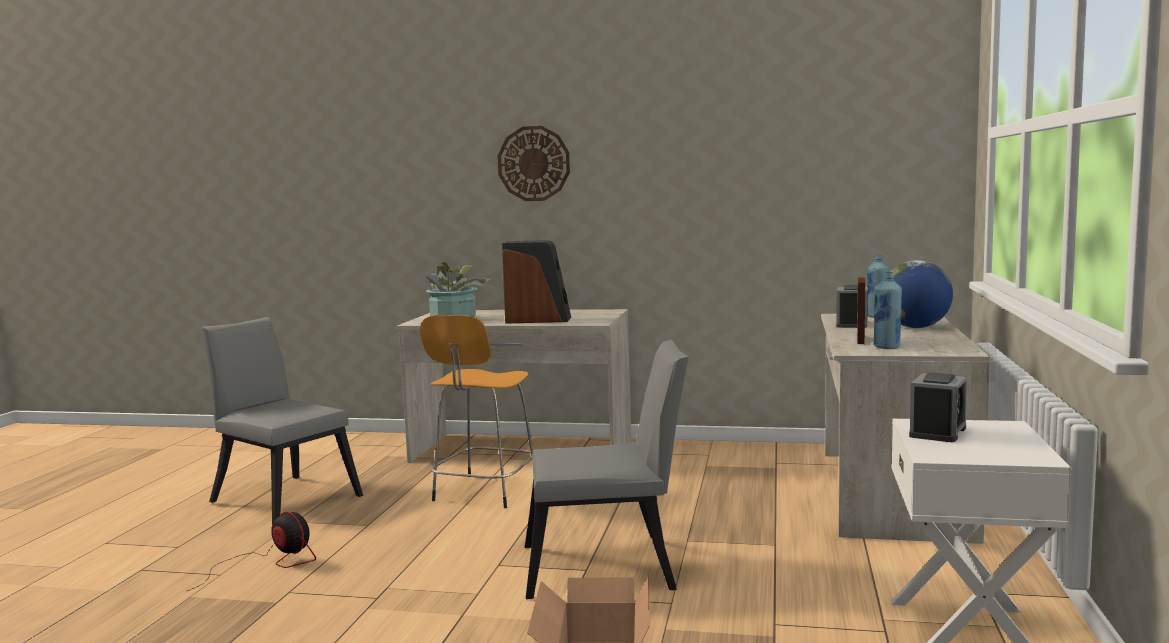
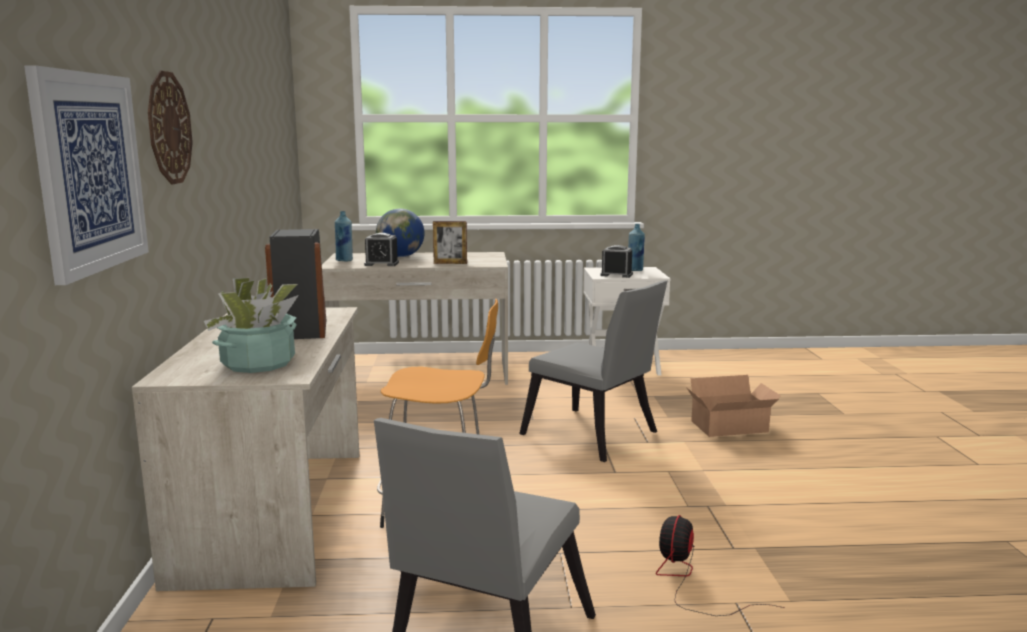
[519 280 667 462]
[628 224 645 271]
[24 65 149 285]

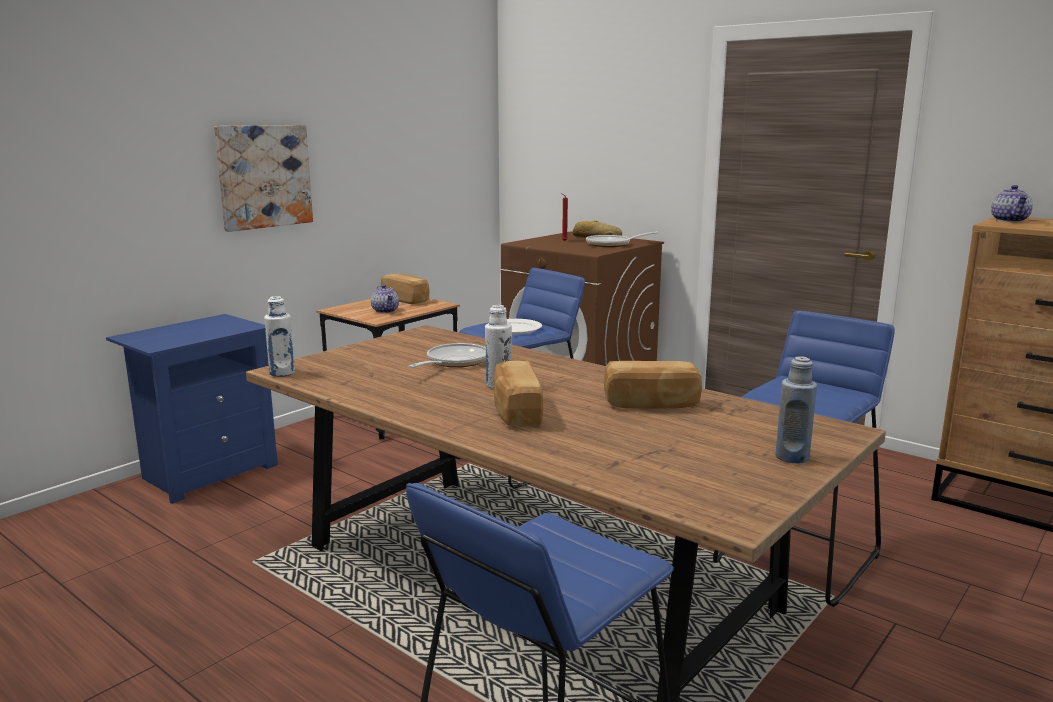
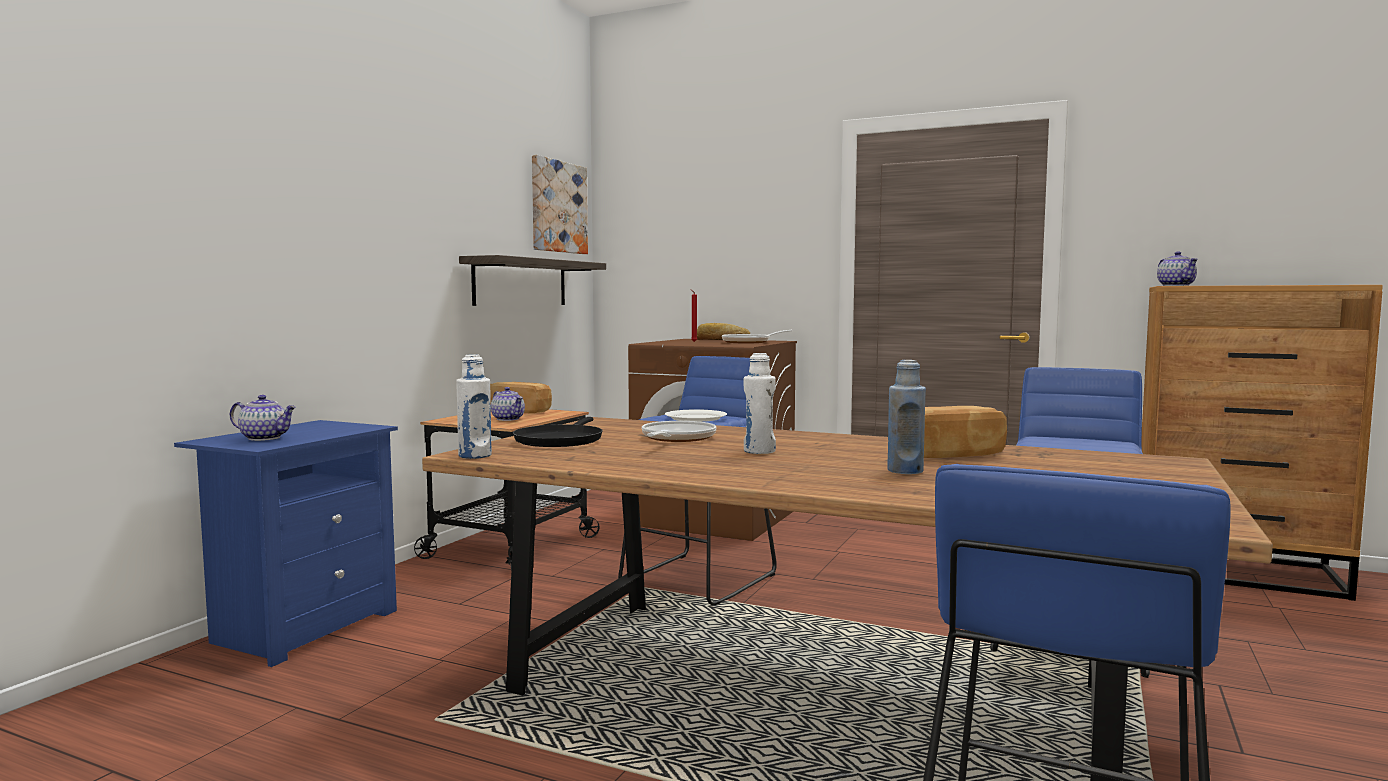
[532 155 588 254]
[494 360 543 427] (first image)
[887 360 926 474]
[230 395 296 441]
[459 255 606 306]
[513 417 603 447]

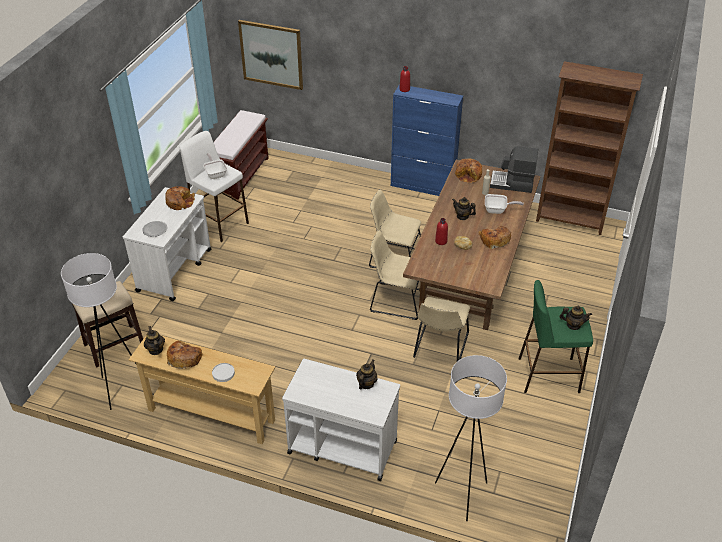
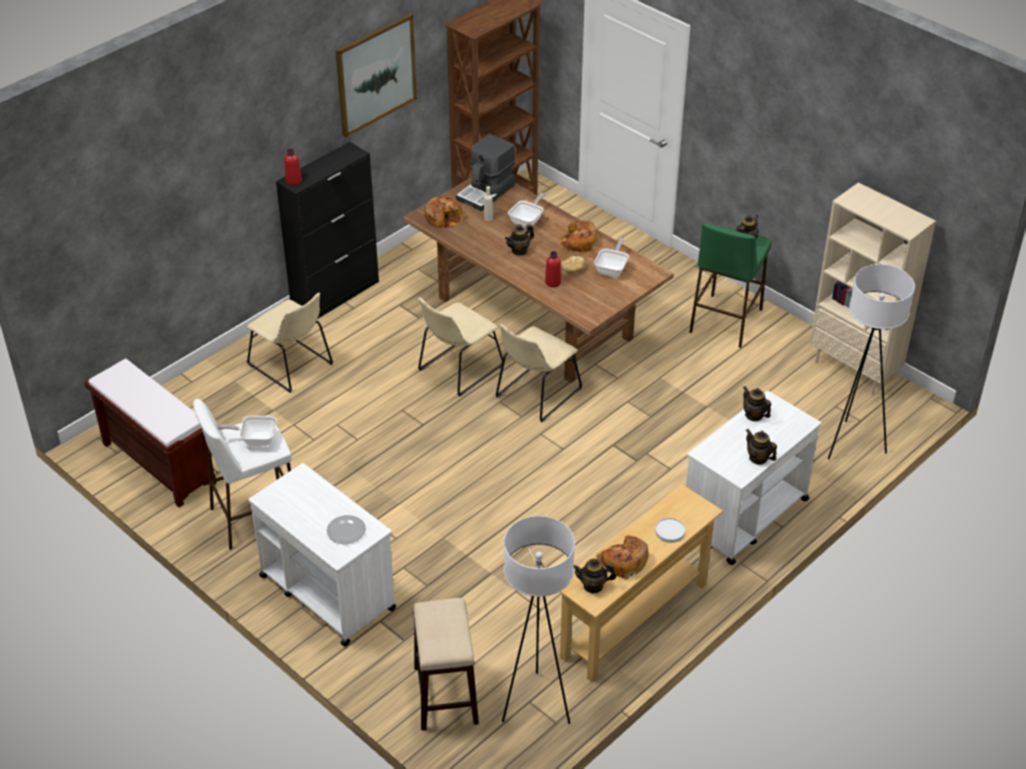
[165 186 195 210] (first image)
[336 13 417 137]
[276 142 379 318]
[247 293 333 393]
[594 238 629 277]
[746 429 777 465]
[810 182 936 395]

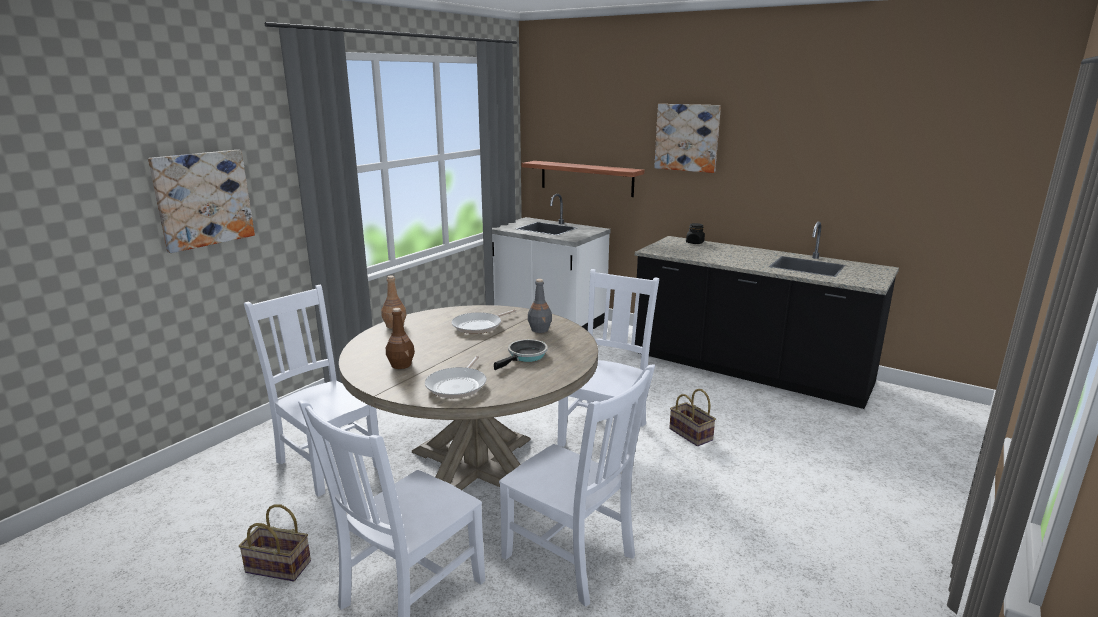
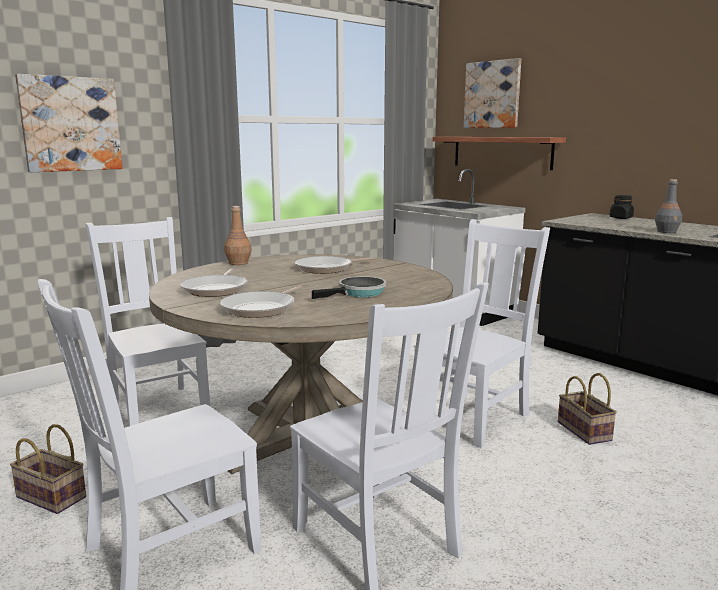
[180 269 247 297]
[655 179 682 233]
[464 58 521 128]

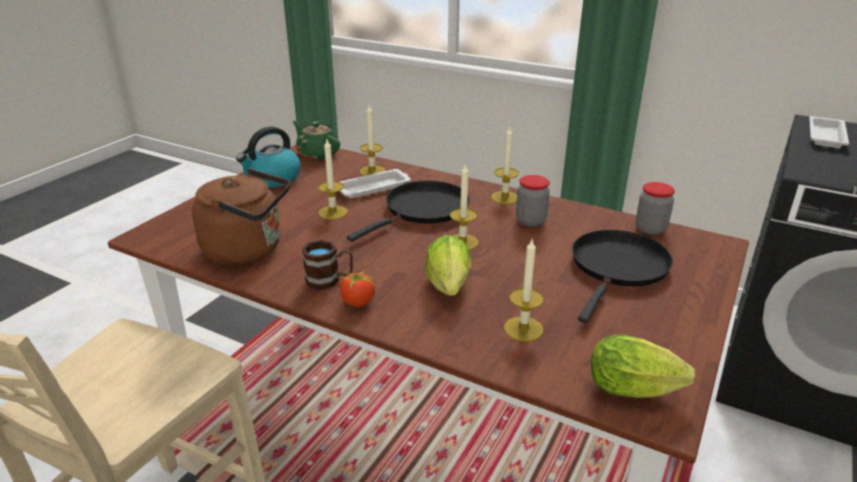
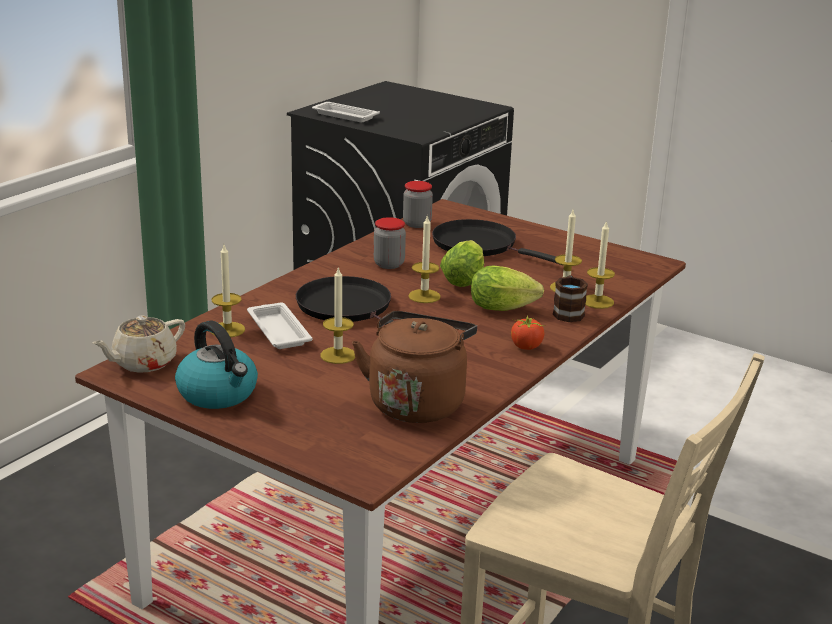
[92 316 185 373]
[553 275 588 322]
[585 220 615 309]
[440 240 484 287]

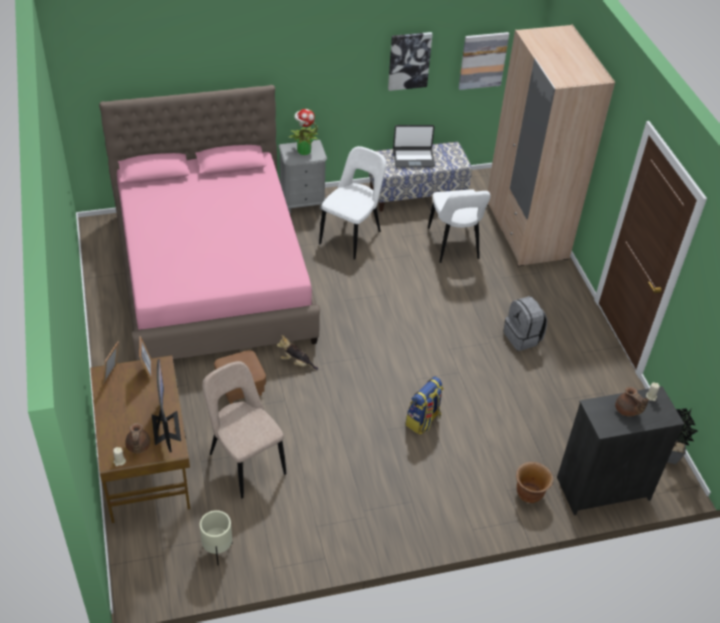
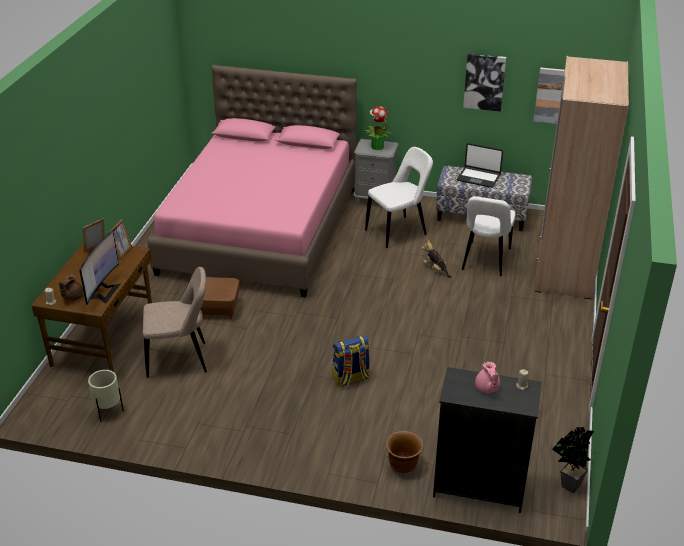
[143 267 207 378]
[422 240 451 278]
[503 296 547 351] (first image)
[475 362 500 393]

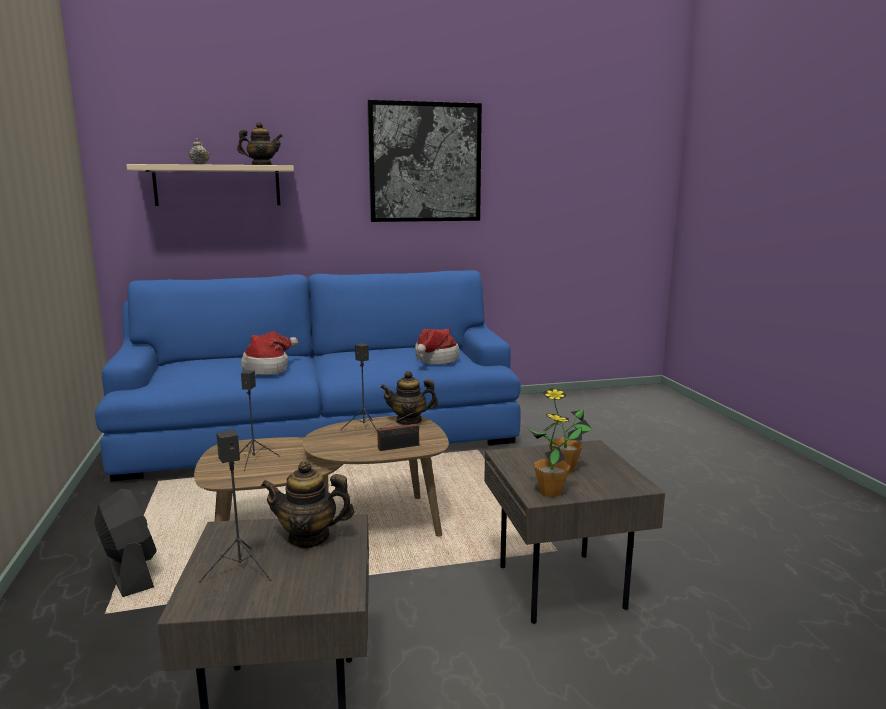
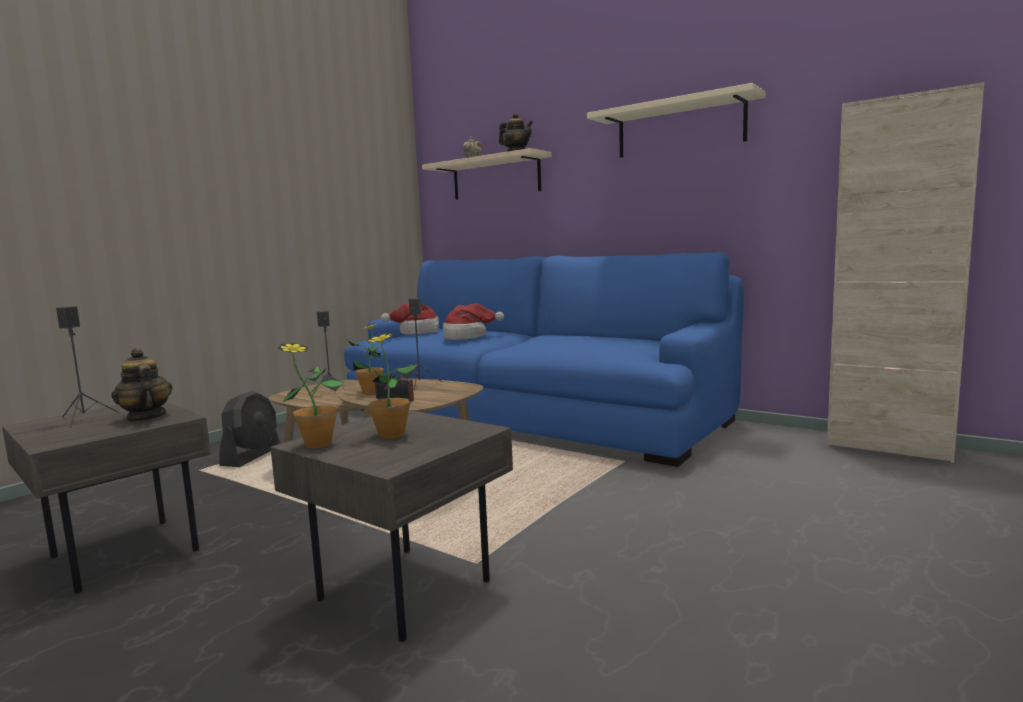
[587 83 766 158]
[380 371 438 425] (first image)
[381 303 439 335]
[348 323 384 394]
[827 82 984 463]

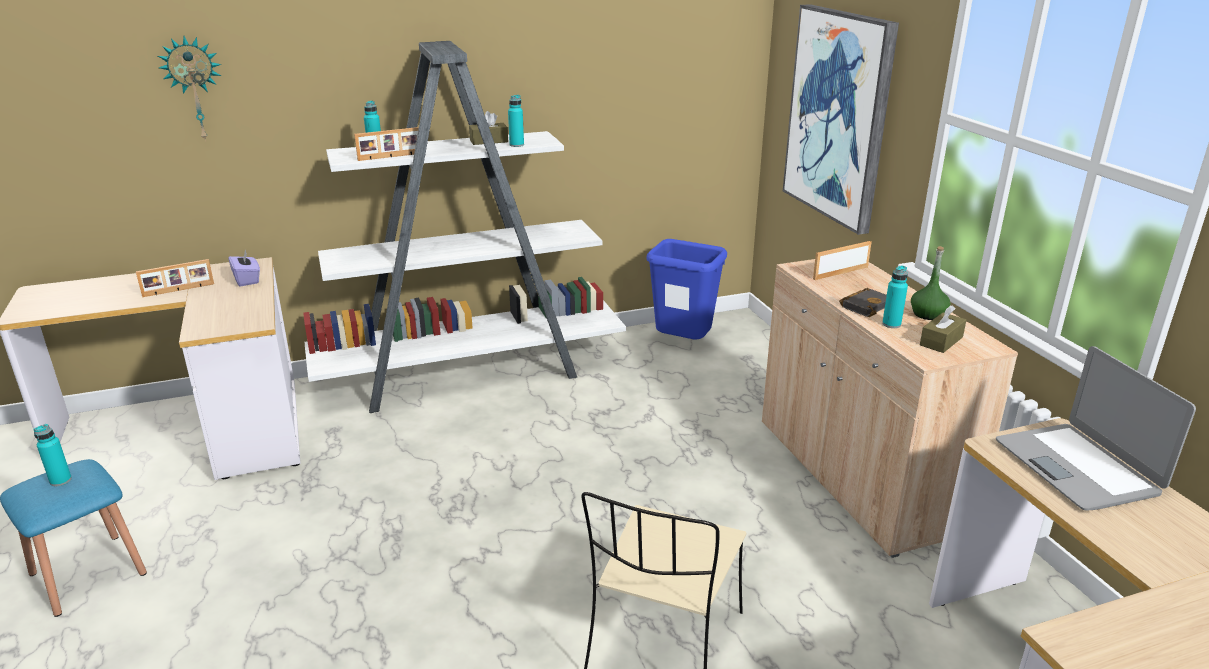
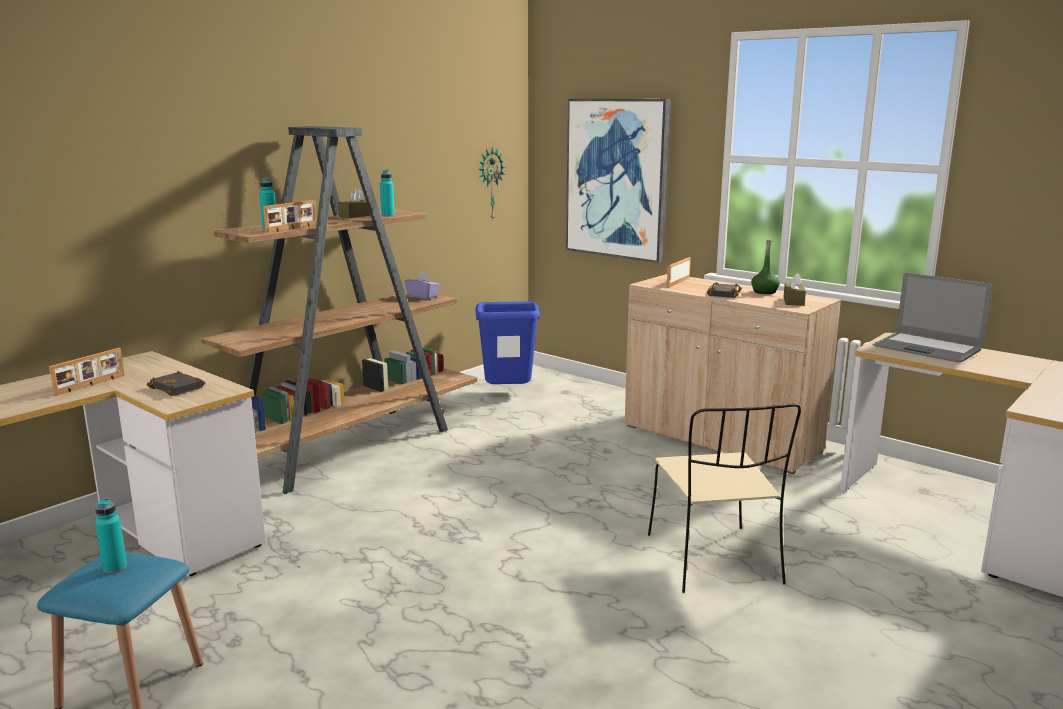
[478 148 505 219]
[405 272 440 299]
[201 126 478 494]
[882 266 908 328] (first image)
[147 371 205 396]

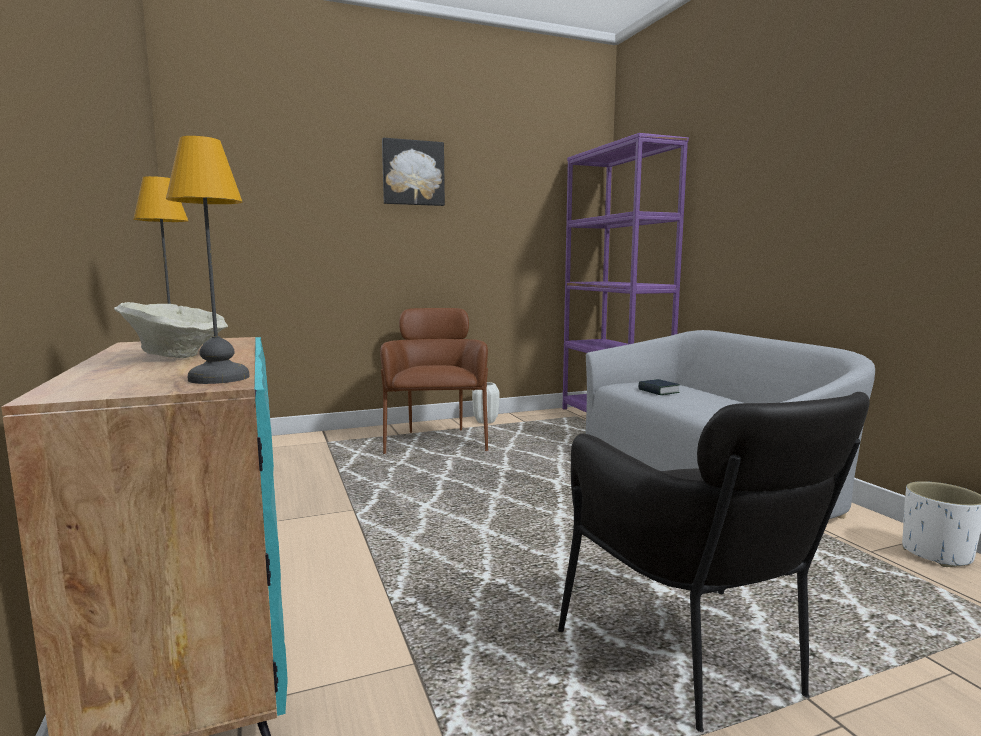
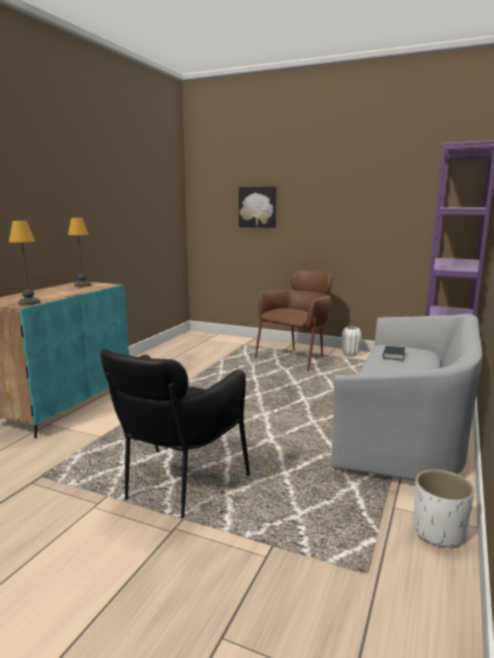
[114 302 228 358] (first image)
[239 186 277 228]

